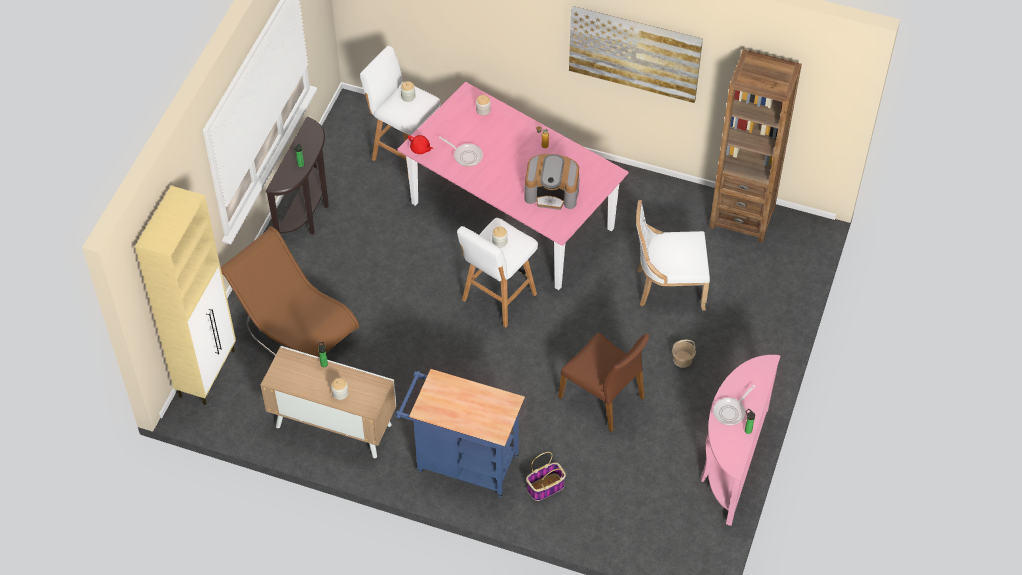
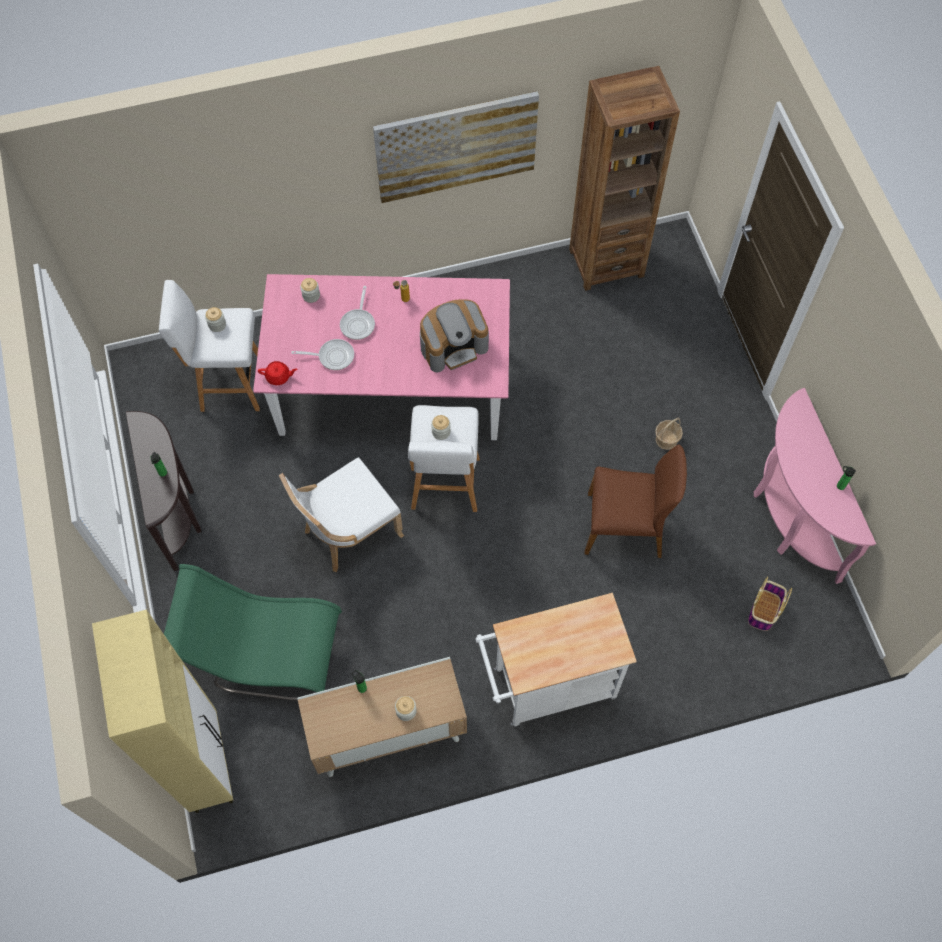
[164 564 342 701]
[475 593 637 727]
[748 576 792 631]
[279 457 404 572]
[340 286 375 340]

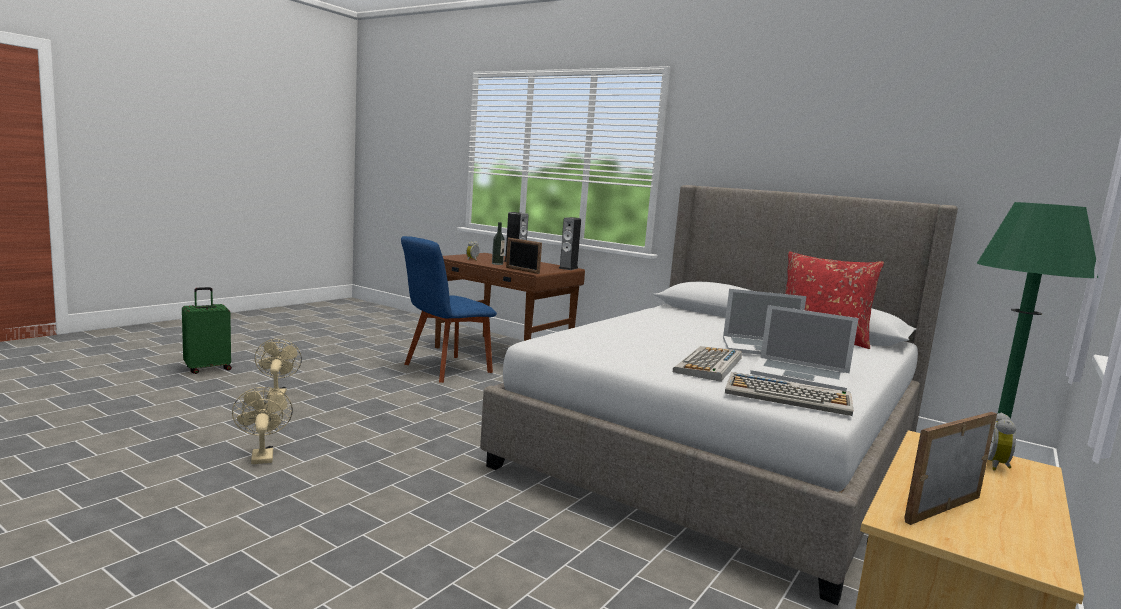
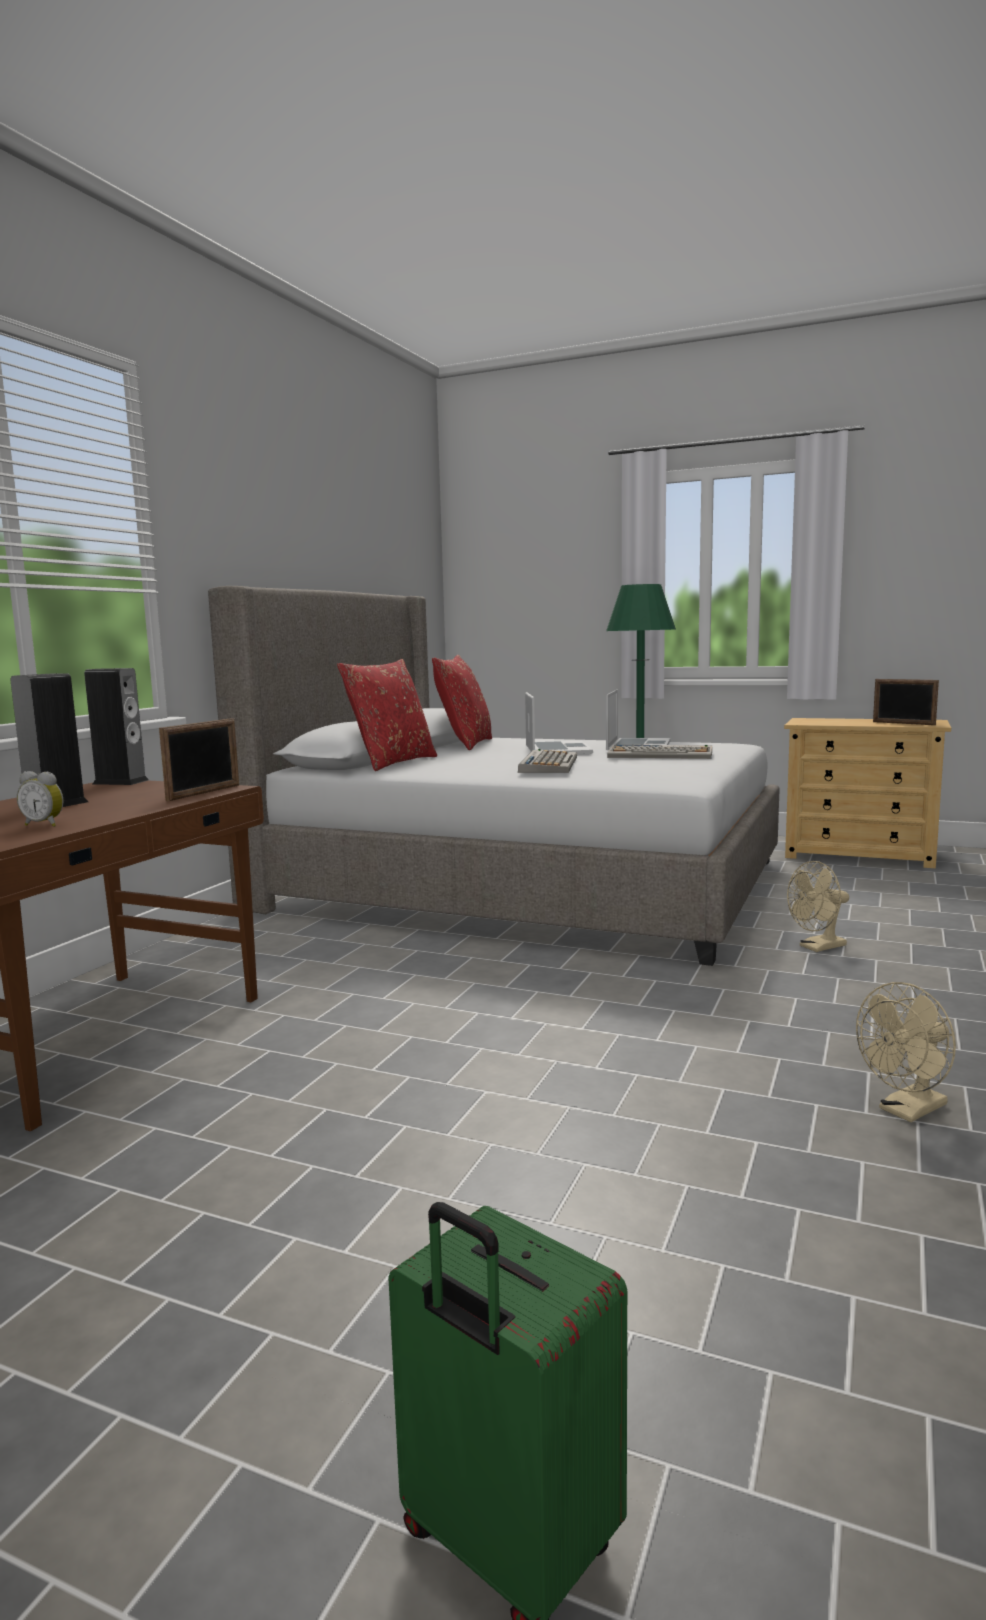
[787 861 849 952]
[401 236 497 383] (first image)
[492 222 505 265] (first image)
[518 749 577 773]
[987 413 1016 471] (first image)
[337 659 437 771]

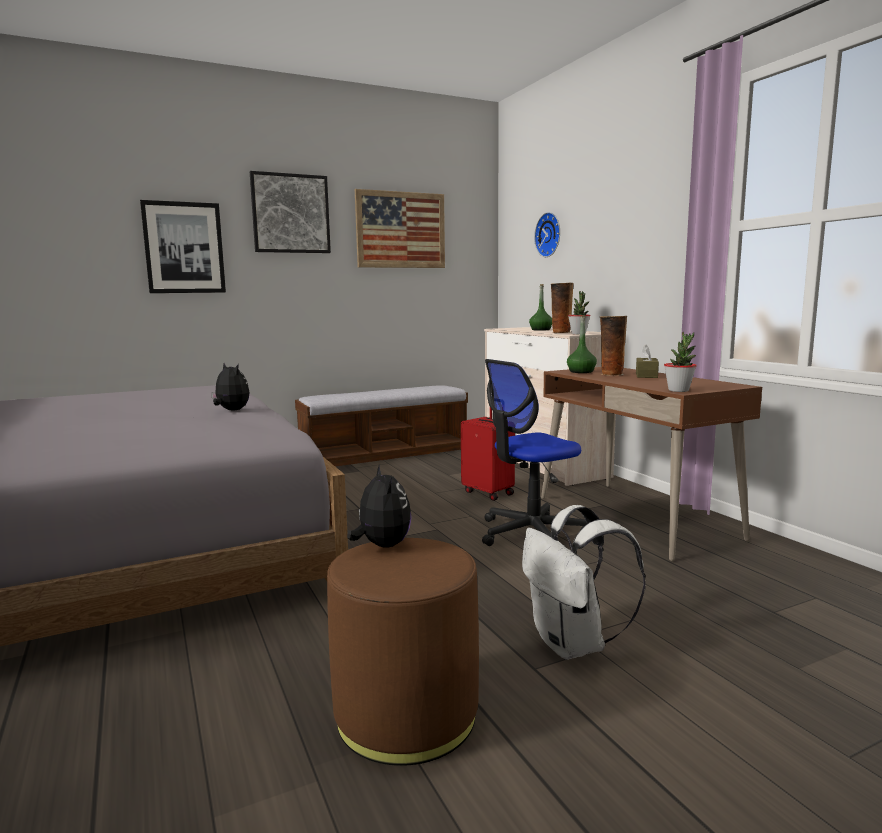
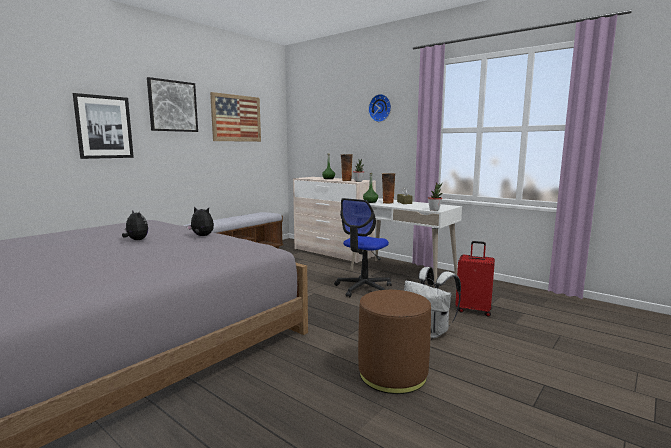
[122 210 148 240]
[455 241 495 317]
[368 94 391 122]
[350 198 462 288]

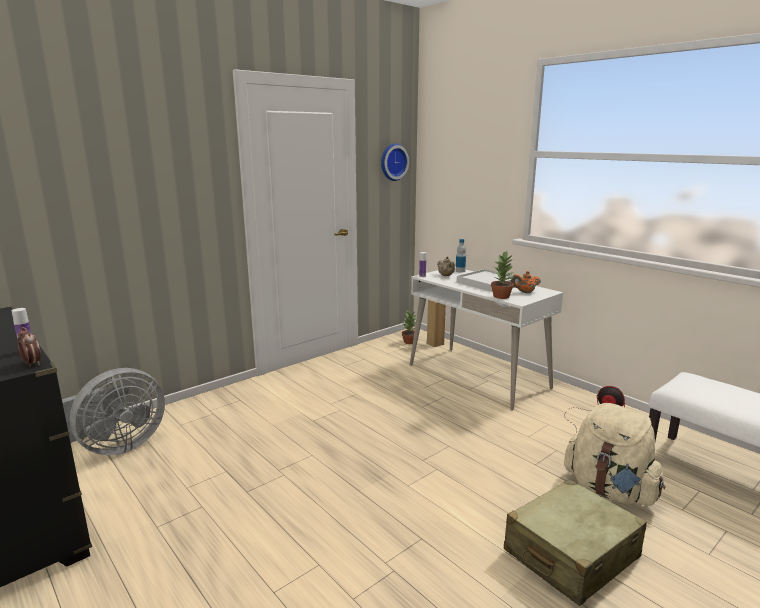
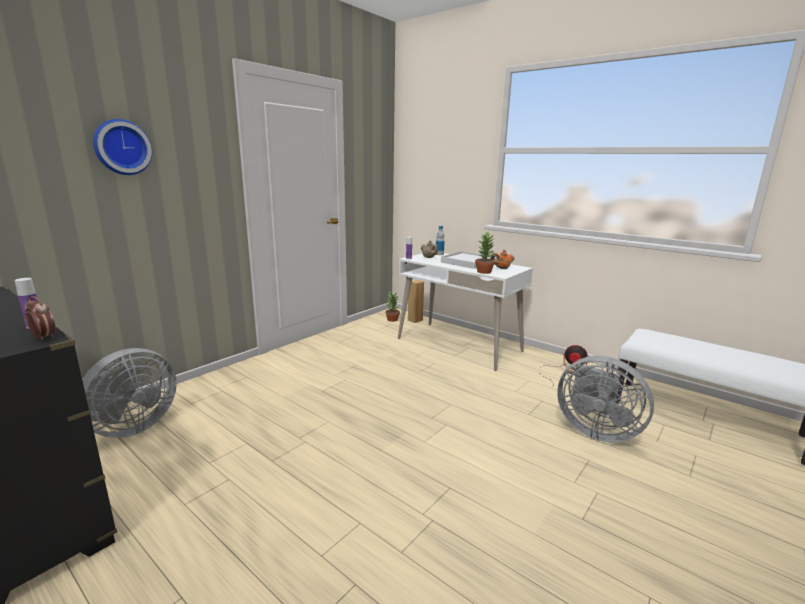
[93 119 152 175]
[504 479 647 606] (first image)
[557 356 654 443]

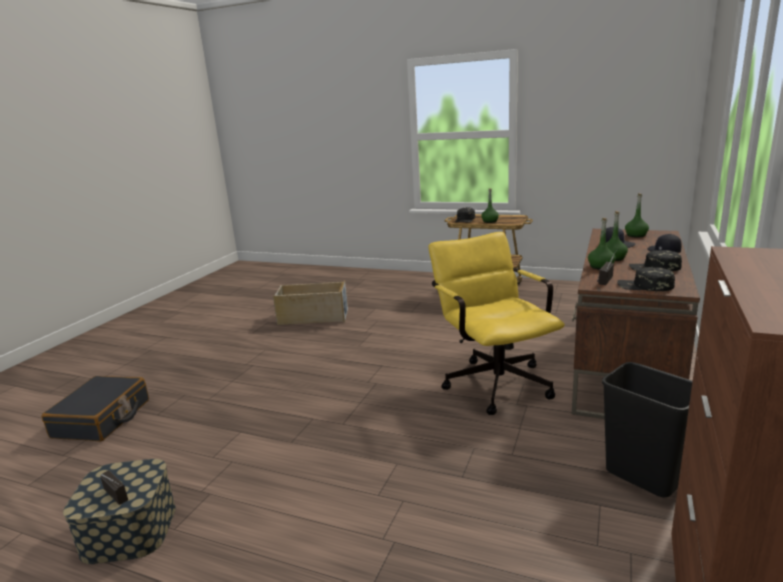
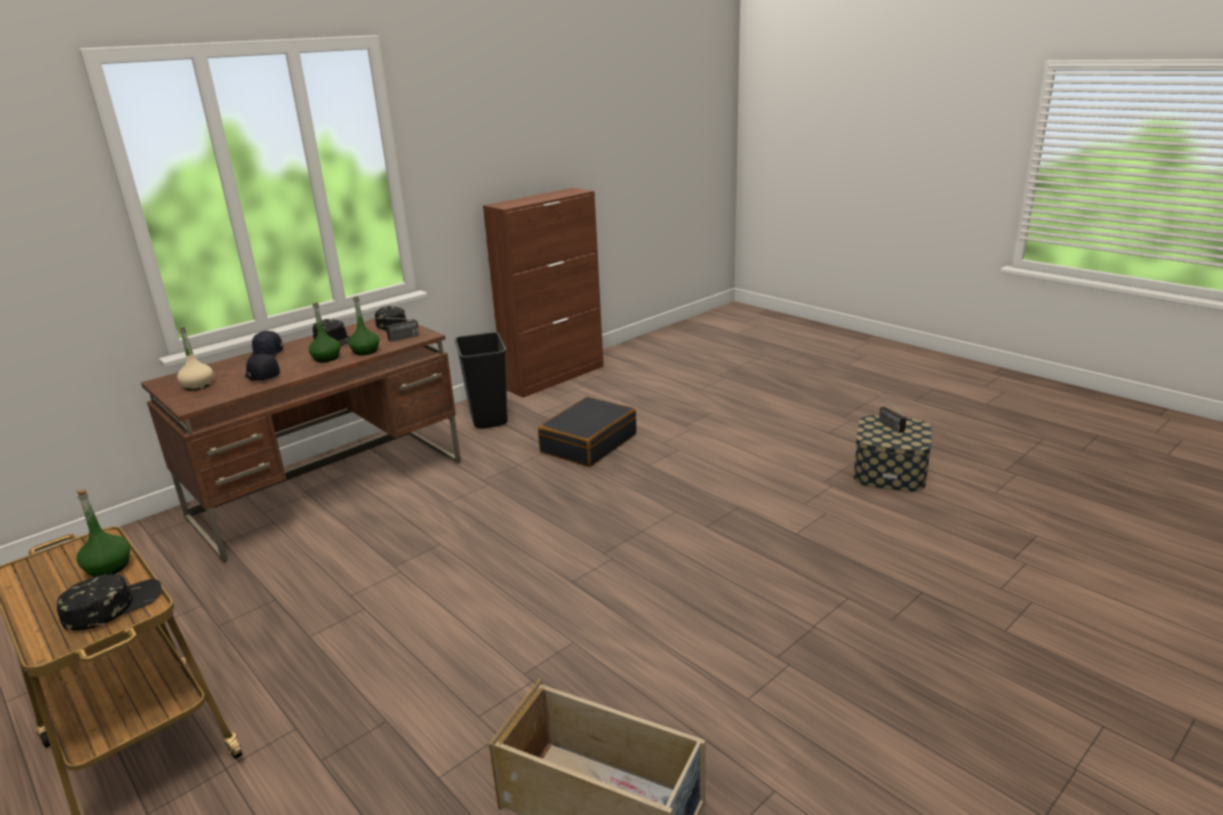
[538 397 637 467]
[428 232 565 415] (first image)
[177 327 213 391]

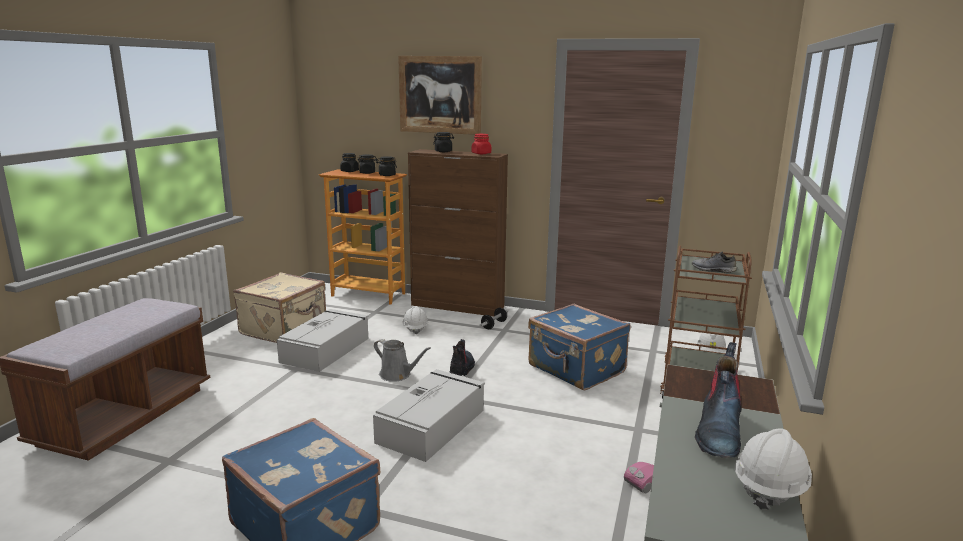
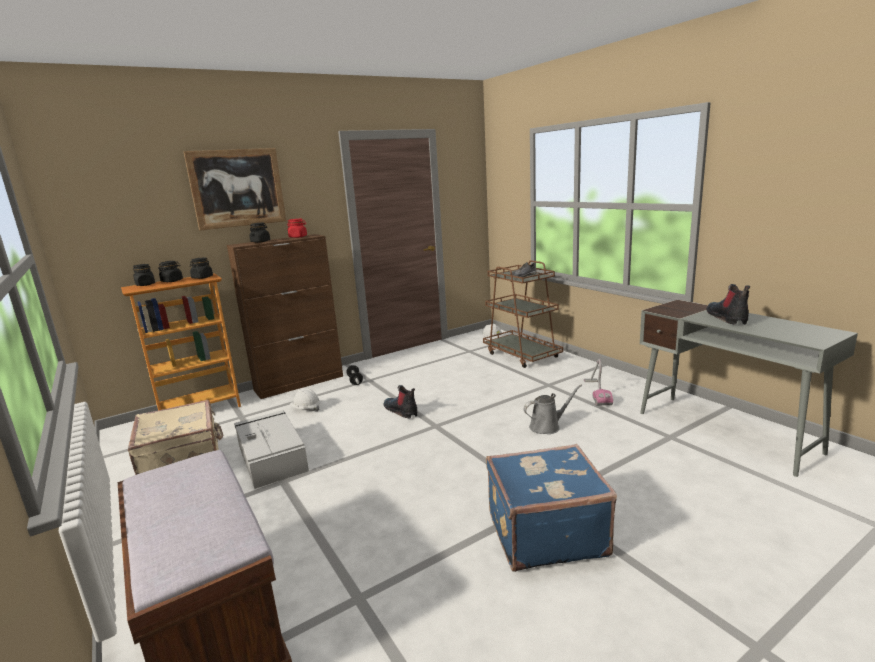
[373 369 485 462] (first image)
[524 385 582 434]
[528 304 630 390] (first image)
[706 284 750 325]
[735 428 812 510] (first image)

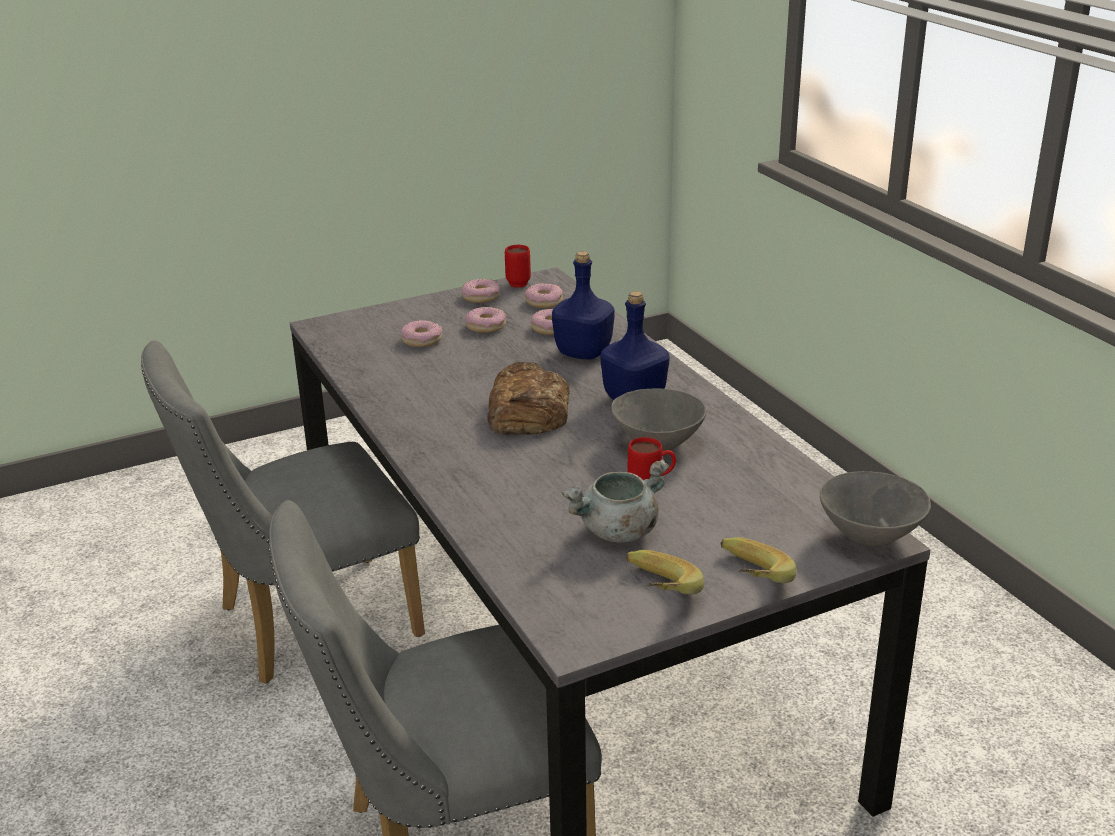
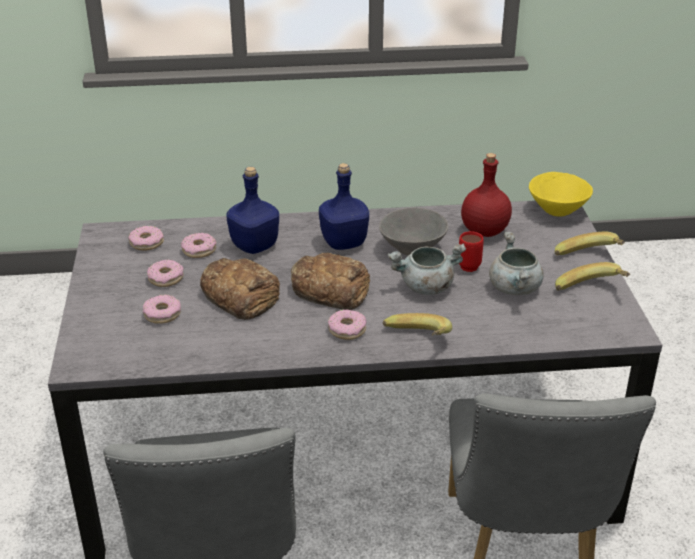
[328 309 367 340]
[505 245 531 288] (first image)
[529 172 593 217]
[200 258 280 320]
[383 313 452 335]
[387 243 466 295]
[461 153 512 237]

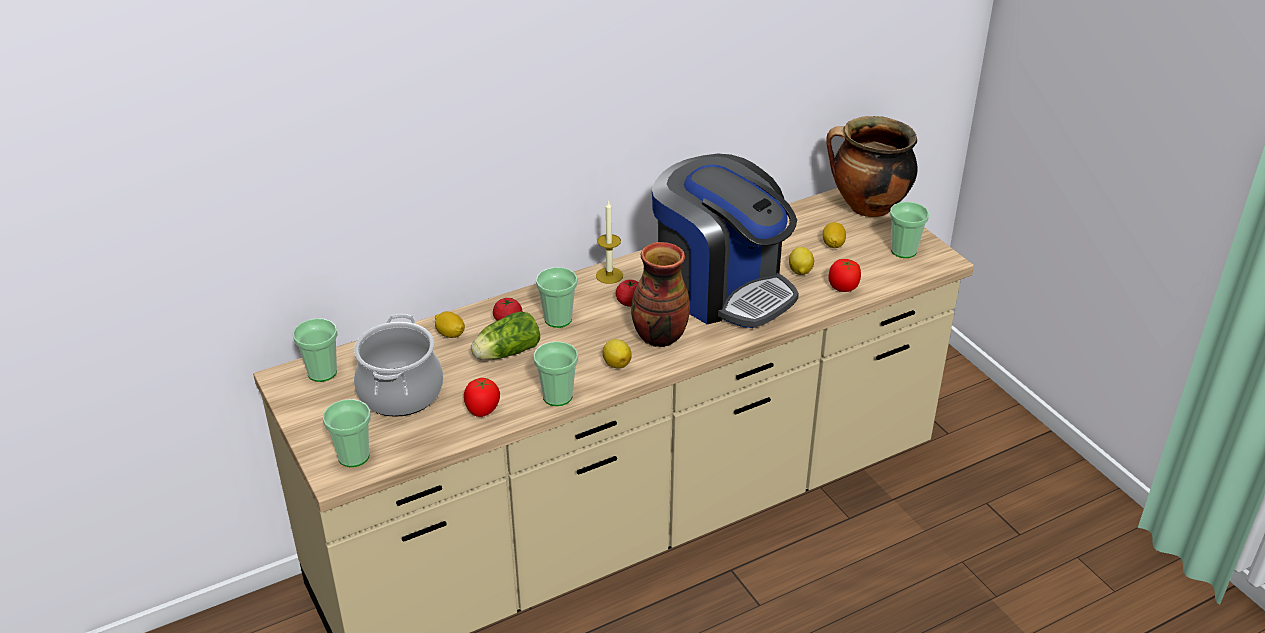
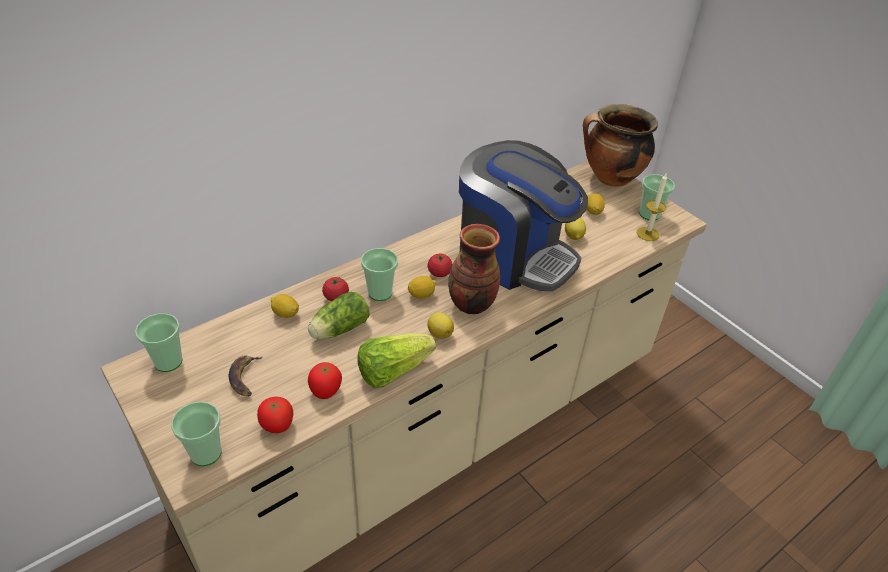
[229 356 263 396]
[357 333 436 388]
[637 174 667 241]
[257 397 293 433]
[408 276 436 299]

